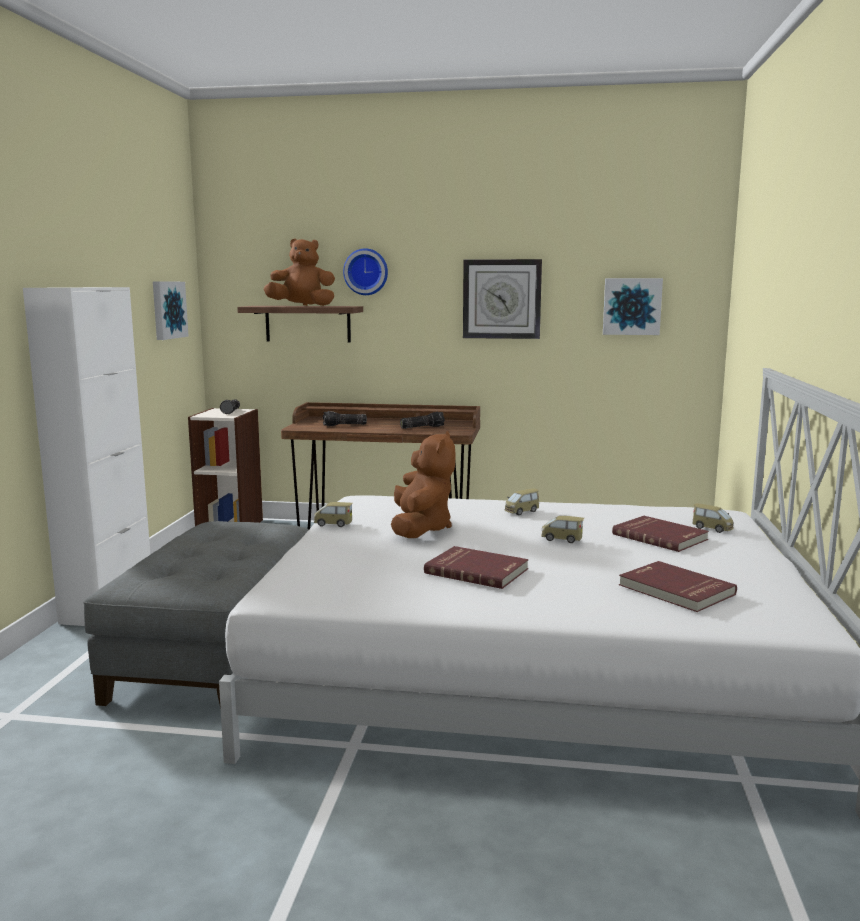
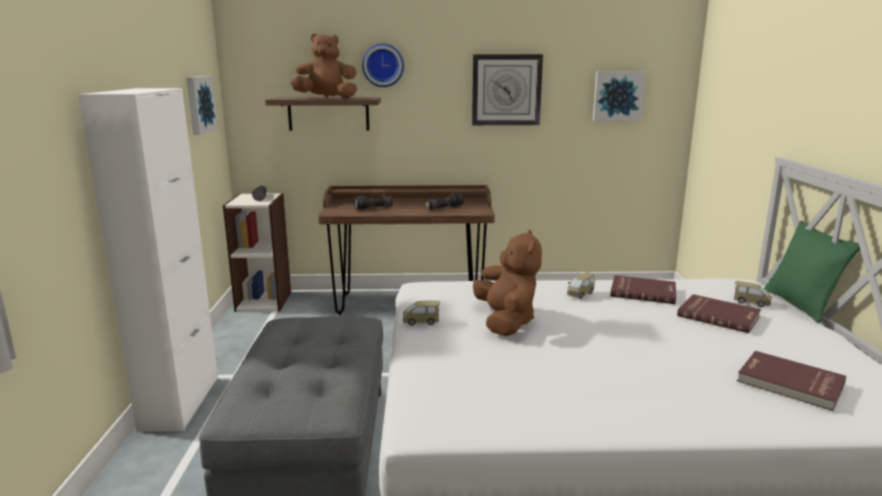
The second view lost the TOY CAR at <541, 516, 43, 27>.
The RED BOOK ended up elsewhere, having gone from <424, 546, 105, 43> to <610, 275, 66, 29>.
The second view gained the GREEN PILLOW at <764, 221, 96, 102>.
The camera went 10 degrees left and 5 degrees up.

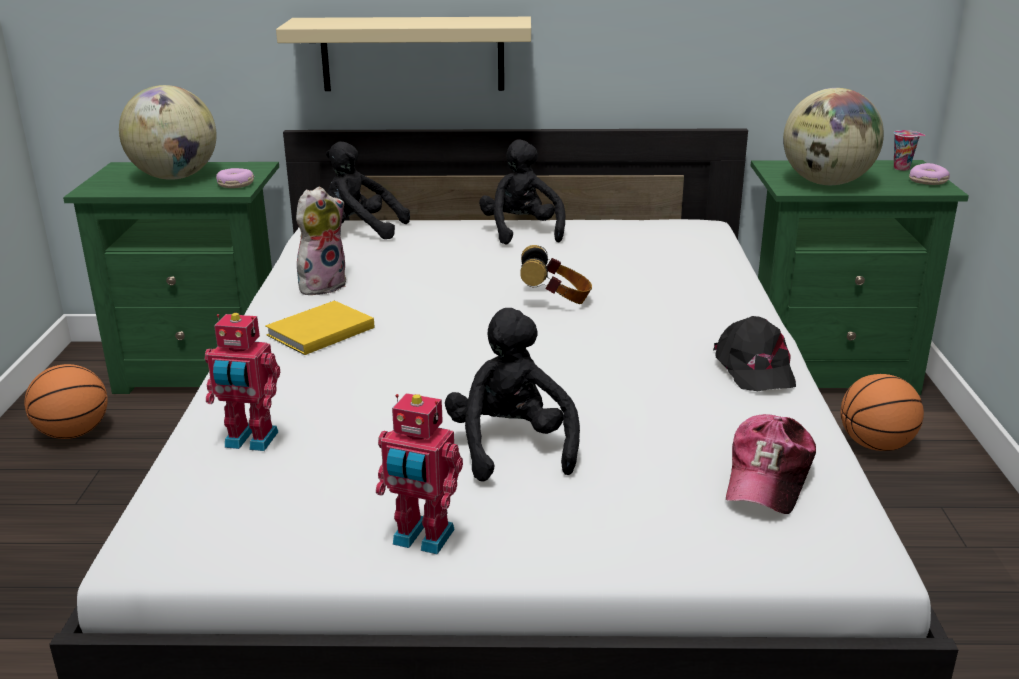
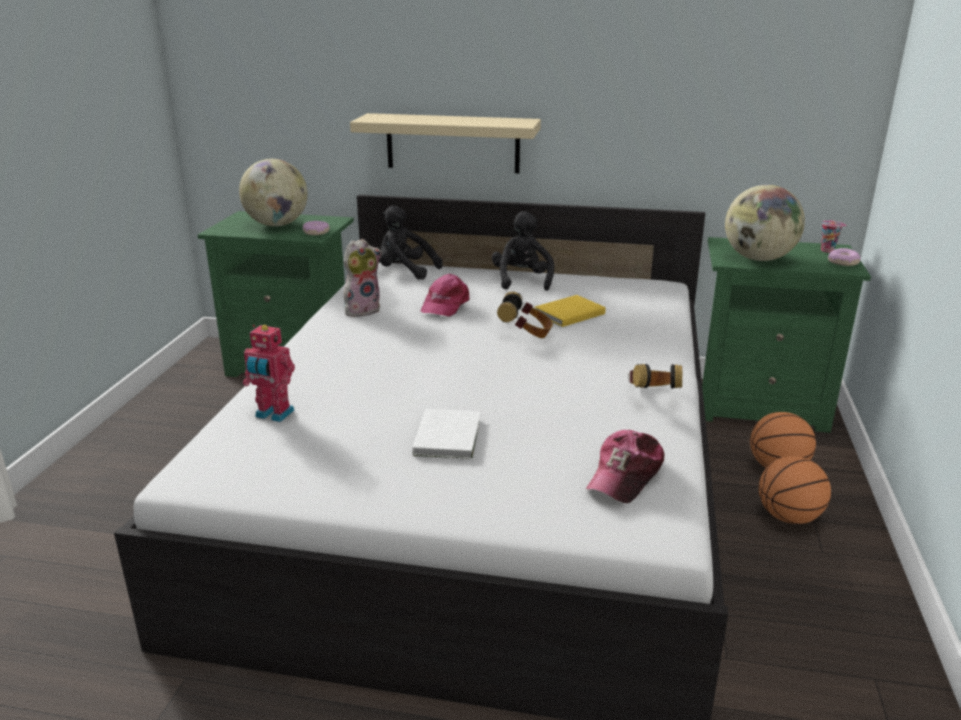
The YELLOW BOOK ended up elsewhere, having gone from <265, 301, 109, 54> to <535, 295, 71, 32>.
Where the BLACK PLUSH TOY stood at <445, 308, 135, 174>, the WHITE BOOK came to stand at <412, 409, 69, 50>.
Where the BLACK CAP stood at <713, 316, 83, 75>, the HEADPHONES came to stand at <628, 364, 54, 25>.
The BASKETBALL ended up elsewhere, having gone from <24, 364, 84, 75> to <759, 456, 72, 68>.
The second view lost the TOY ROBOT at <376, 393, 87, 162>.
The second view gained the PINK CAP at <421, 274, 49, 43>.
The camera went 10 degrees right and 0 degrees up.

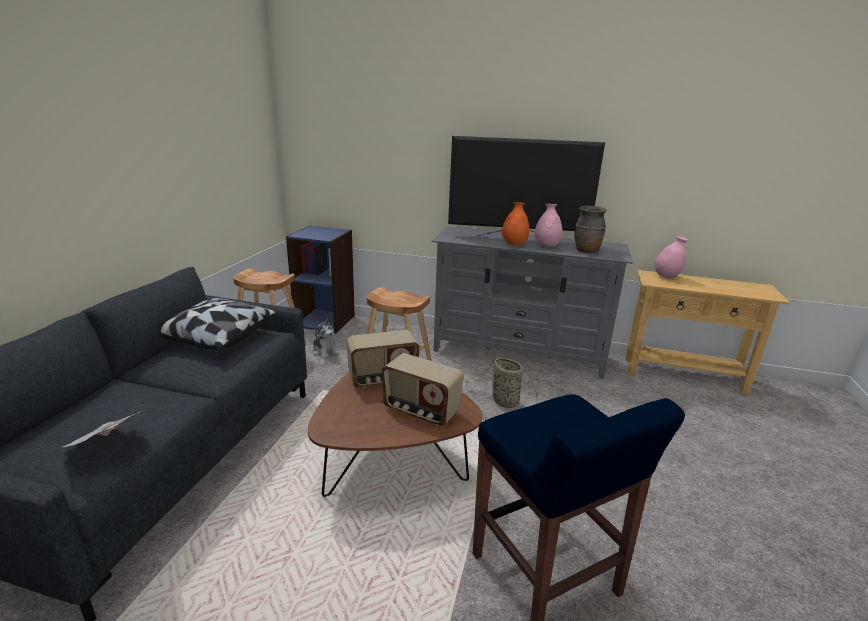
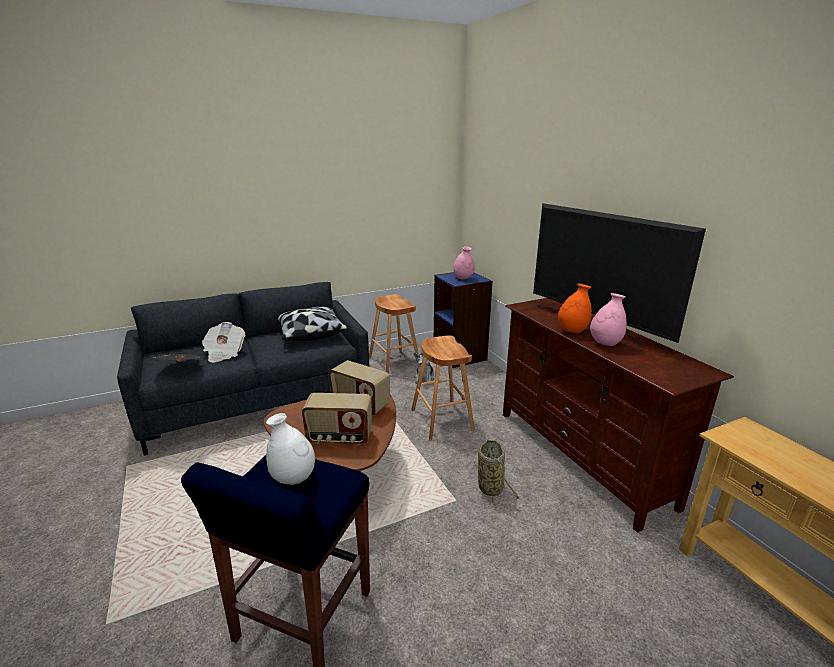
The second view lost the BROWN VASE at <574, 206, 33, 47>.
What was the GREY TV STAND at <432, 226, 201, 153> turned into the BROWN TV STAND at <503, 298, 231, 235>.
The PINK VASE ended up elsewhere, having gone from <655, 236, 33, 43> to <453, 246, 22, 34>.
The RADIO at <382, 353, 82, 73> ended up facing another way, 75 degrees counterclockwise from before.
The second view gained the NEWSPAPER at <202, 322, 43, 41>.
The second view gained the WHITE VASE at <266, 413, 49, 72>.
The camera went 50 degrees right and 0 degrees up.

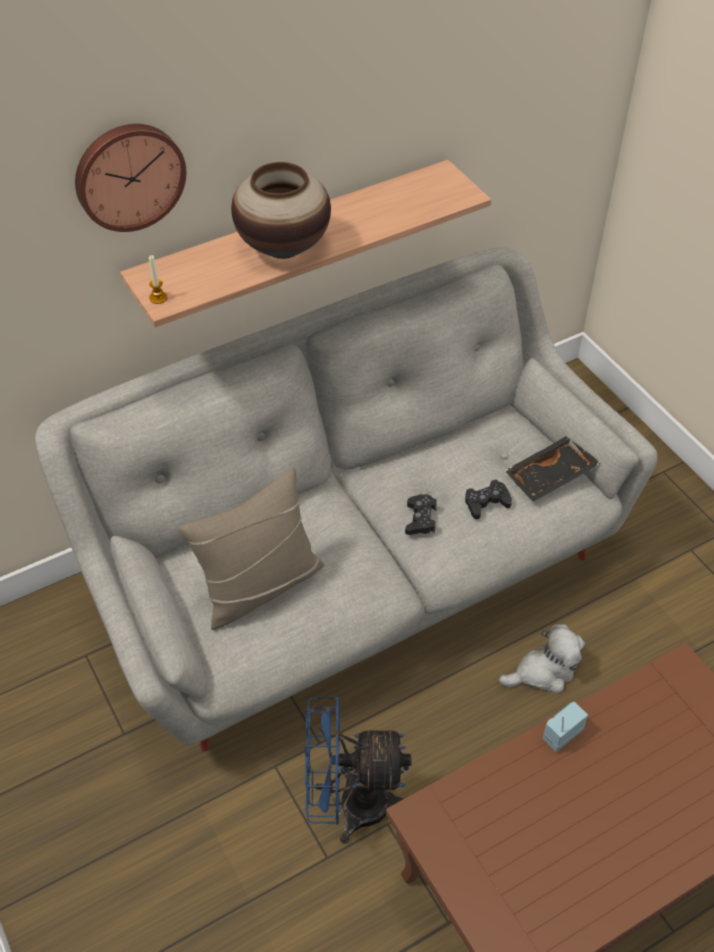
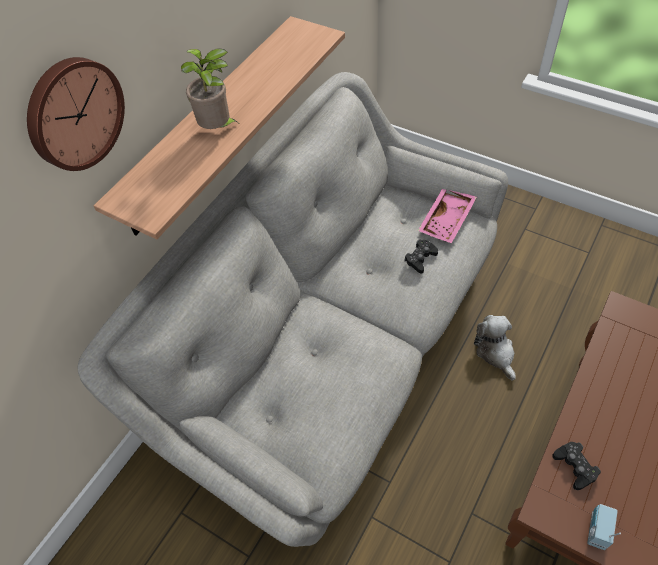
Where the VASE stood at <231, 162, 100, 97>, the POTTED PLANT came to stand at <181, 49, 57, 80>.
The second view lost the CANDLE at <149, 255, 18, 49>.
What was the BLACK TRAY at <505, 436, 96, 66> turned into the PINK TRAY at <418, 189, 59, 54>.
The second view lost the BEIGE PILLOW at <178, 467, 146, 163>.
The BLACK GAME CONTROLLER ended up elsewhere, having gone from <405, 495, 32, 40> to <552, 442, 49, 48>.
The PLUSH TOY at <498, 624, 87, 69> ended up facing another way, 60 degrees counterclockwise from before.
The second view lost the BLUE FAN at <305, 697, 106, 147>.
The RADIO ended up elsewhere, having gone from <543, 702, 45, 50> to <587, 504, 34, 46>.
The camera went 25 degrees left and 5 degrees up.

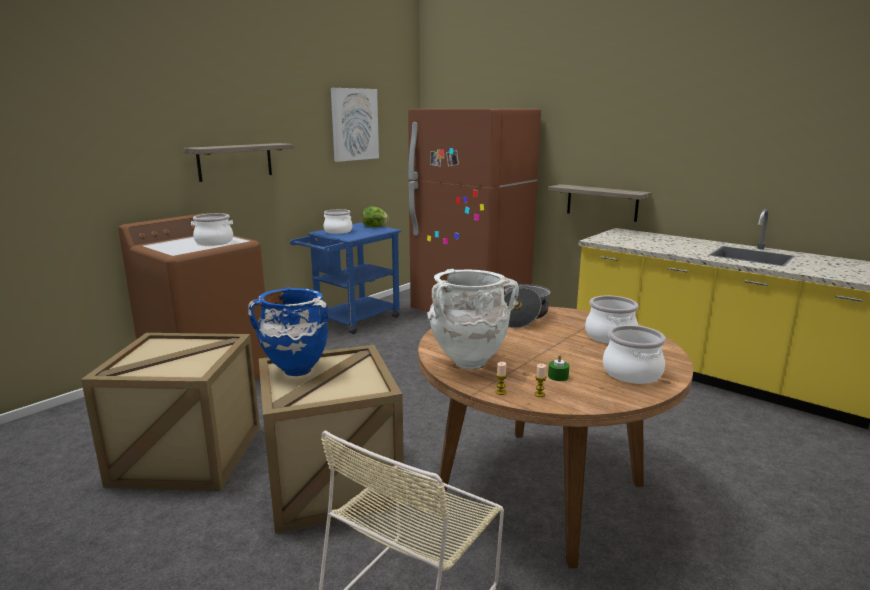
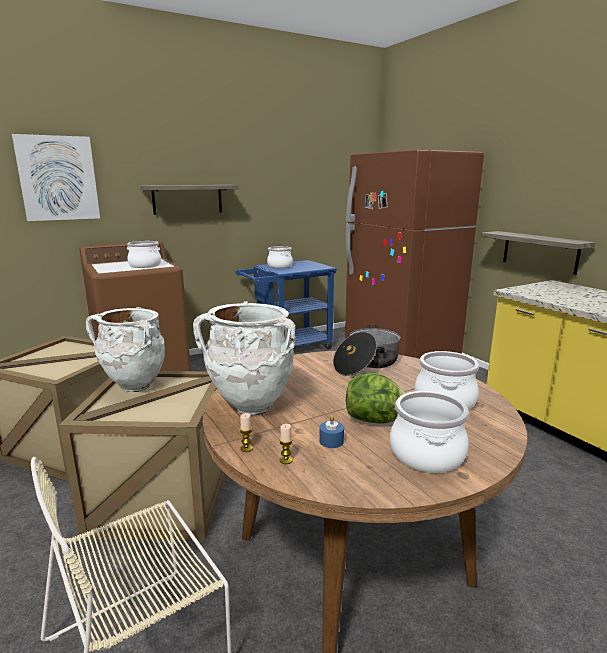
The PICTURE ended up elsewhere, having gone from <331, 88, 48, 74> to <12, 134, 88, 87>.
The LETTUCE ended up elsewhere, having gone from <362, 206, 27, 21> to <346, 373, 60, 50>.
What was the BLUE VASE at <248, 287, 80, 89> turned into the WHITE VASE at <86, 307, 79, 85>.
What was the GREEN CANDLE at <548, 354, 22, 27> turned into the BLUE CANDLE at <319, 415, 25, 33>.
The camera went 20 degrees right and 0 degrees up.

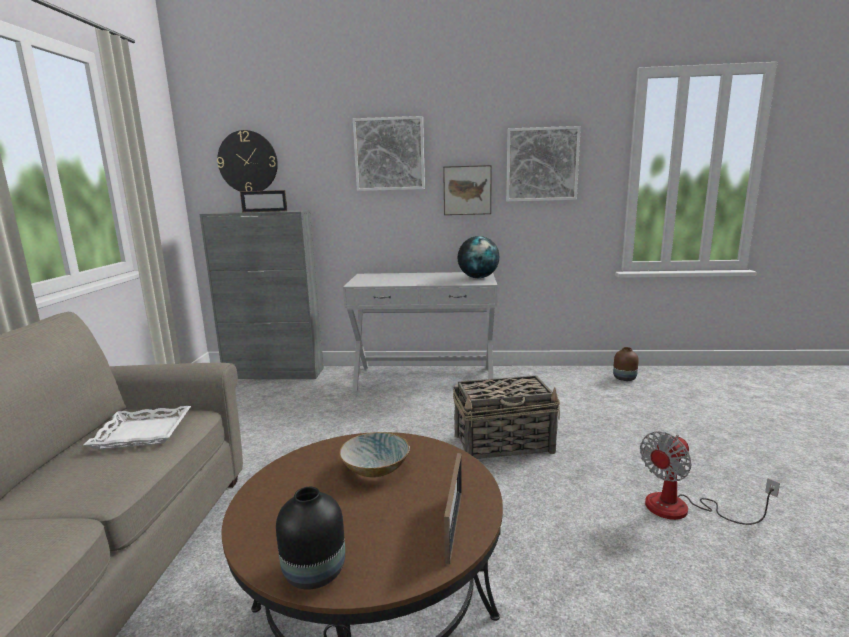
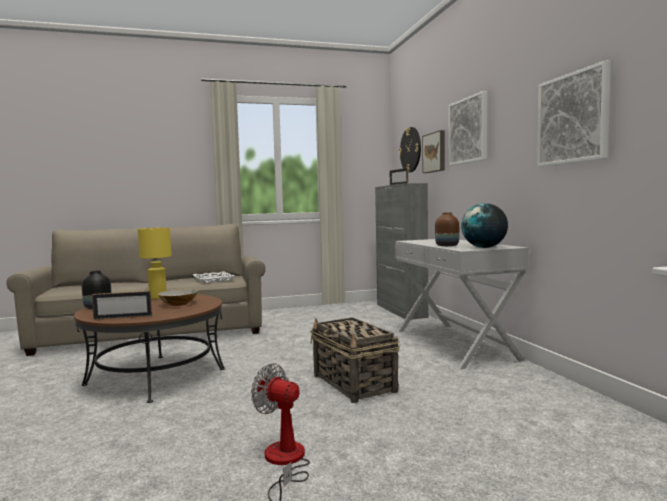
The PICTURE ended up elsewhere, having gone from <443, 165, 49, 50> to <422, 130, 23, 43>.
The BROWN VASE ended up elsewhere, having gone from <613, 347, 26, 34> to <435, 212, 24, 34>.
The second view gained the YELLOW TABLE LAMP at <138, 228, 34, 71>.
The camera went 70 degrees right and 10 degrees down.

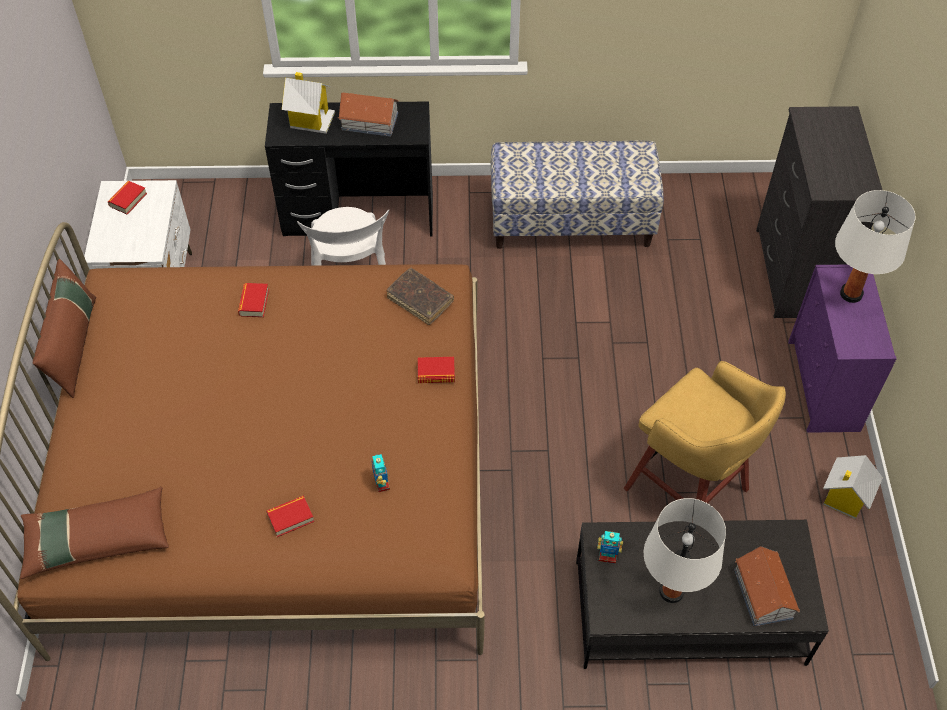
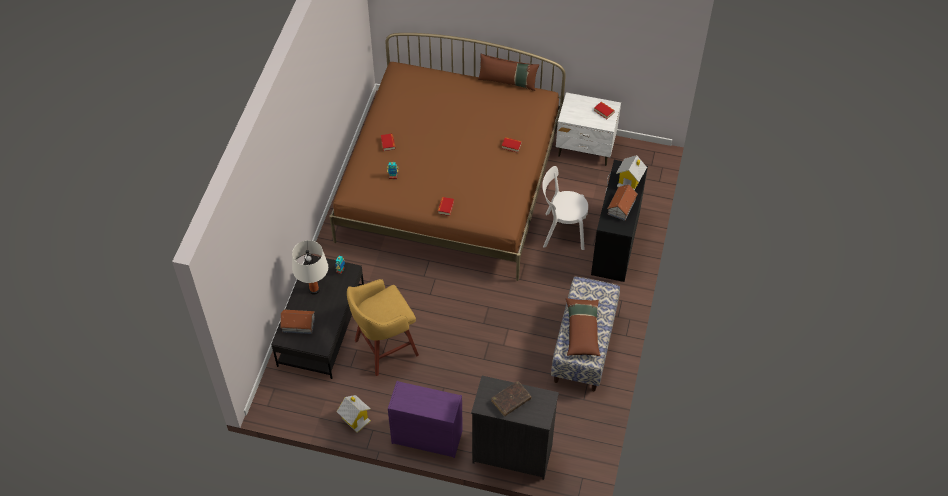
The second view lost the WHITE TABLE LAMP at <835, 190, 80, 113>.
The BROWN BOOK ended up elsewhere, having gone from <386, 268, 68, 57> to <491, 381, 40, 35>.
The BROWN PILLOW ended up elsewhere, having gone from <20, 487, 149, 92> to <566, 298, 35, 58>.
The camera went 105 degrees right and 0 degrees up.

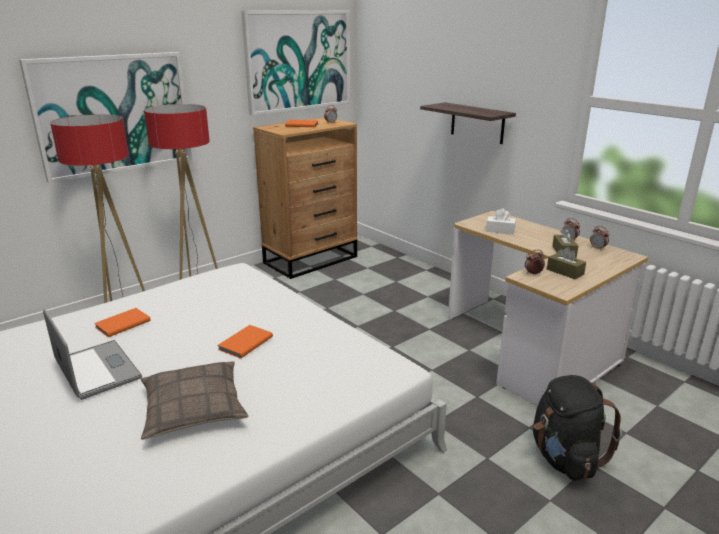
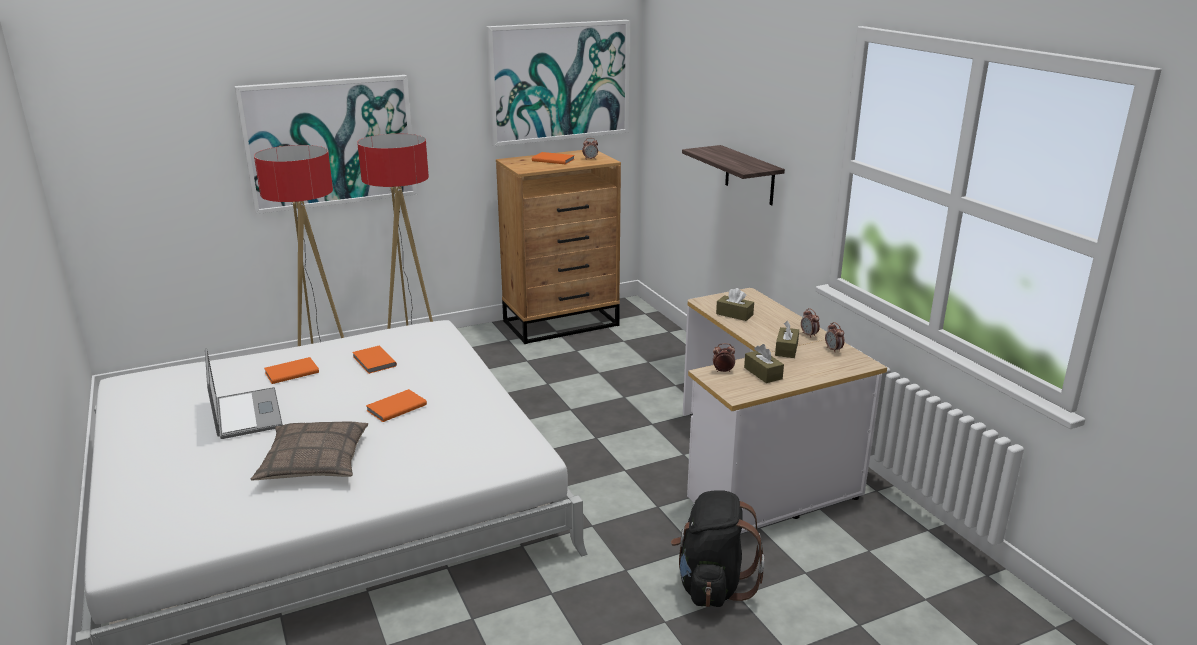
What was the WHITE TISSUE BOX at <486, 208, 30, 27> turned into the BROWN TISSUE BOX at <716, 288, 38, 33>.
The second view gained the ORANGE BOOK at <352, 346, 45, 28>.
The camera went 15 degrees right and 0 degrees up.

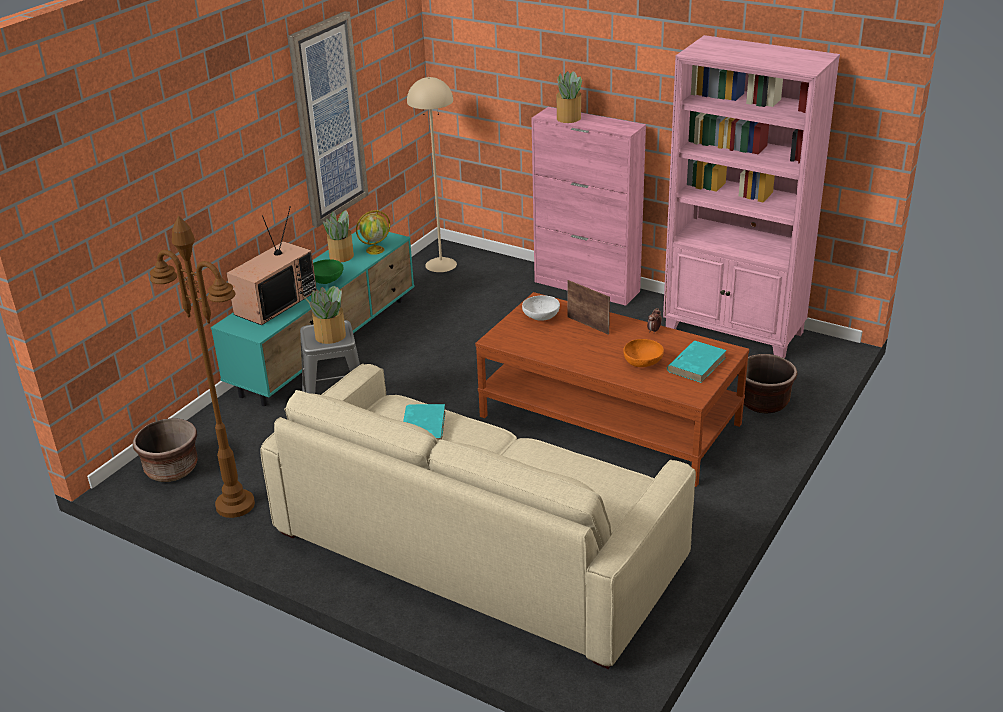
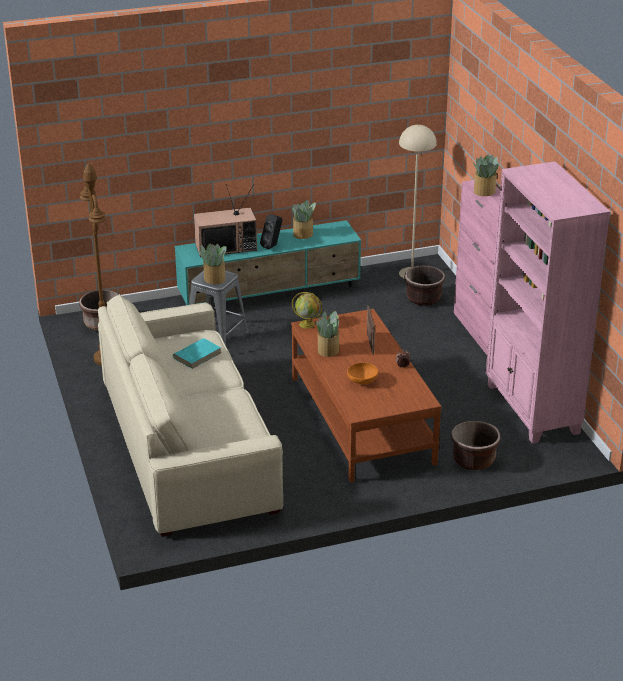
The second view lost the PICTURE at <288, 11, 81, 216>.
The GLOBE ended up elsewhere, having gone from <356, 210, 34, 45> to <292, 292, 31, 37>.
Where the GREEN BOWL stood at <313, 259, 31, 25>, the BLACK SPEAKER came to stand at <260, 214, 22, 36>.
The second view lost the WHITE BOWL at <522, 295, 38, 26>.
The second view lost the TURQUOISE BOOK at <667, 341, 60, 42>.
The second view gained the BROWN PLANTER at <404, 265, 41, 41>.
The second view gained the POTTED PLANT at <316, 311, 23, 46>.
The camera went 40 degrees right and 0 degrees up.

